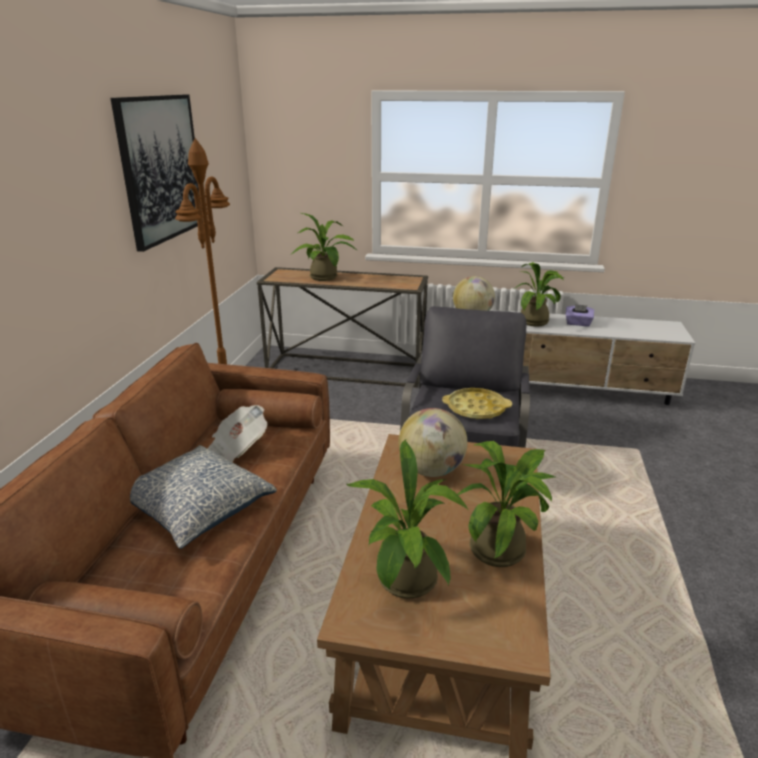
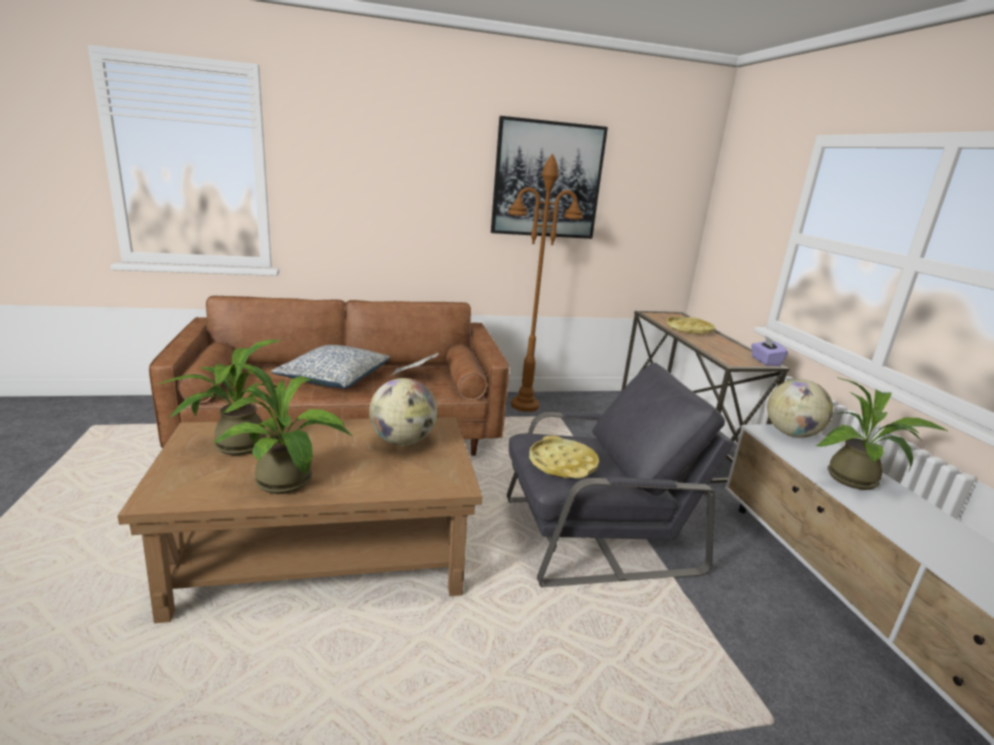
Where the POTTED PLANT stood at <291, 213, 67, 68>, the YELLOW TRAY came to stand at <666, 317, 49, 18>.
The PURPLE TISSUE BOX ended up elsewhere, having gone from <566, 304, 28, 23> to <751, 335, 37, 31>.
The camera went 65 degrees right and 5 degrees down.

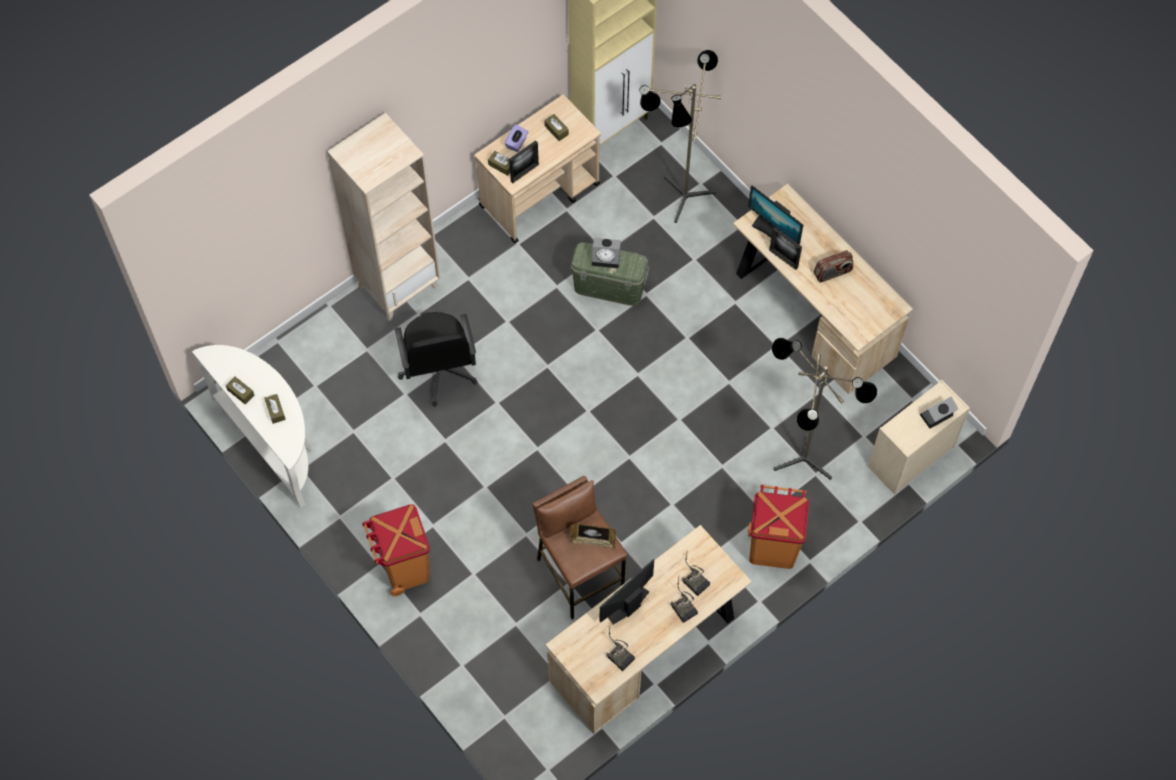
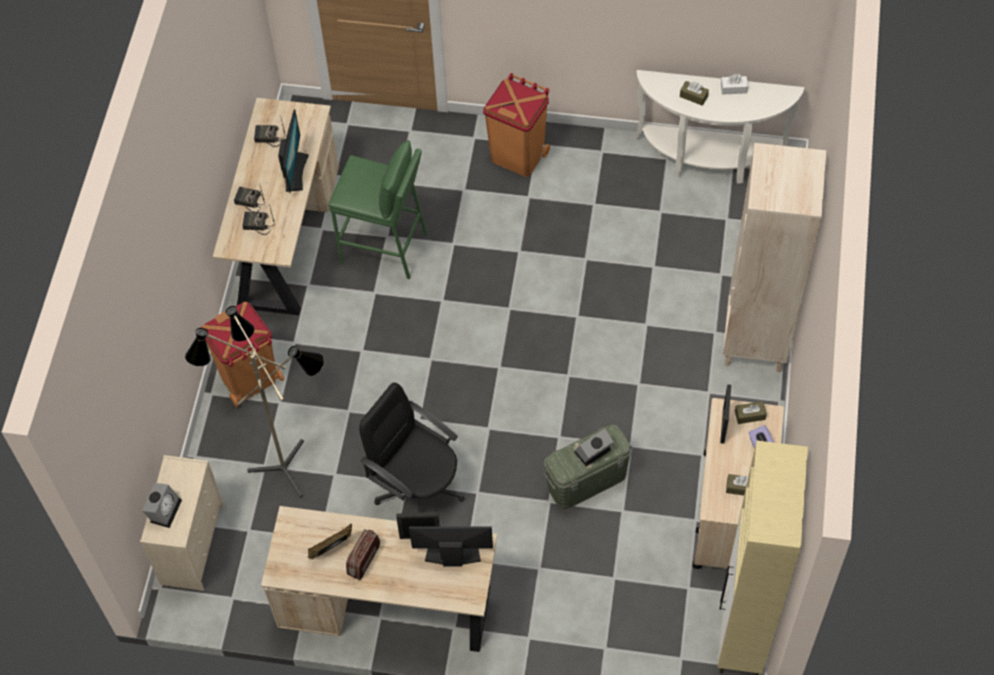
The second view lost the FLOOR LAMP at <639, 50, 83, 173>.
The BLACK OFFICE CHAIR ended up elsewhere, having gone from <395, 312, 83, 95> to <359, 382, 106, 131>.
What was the BROWN TISSUE BOX at <226, 376, 28, 28> turned into the WHITE TISSUE BOX at <721, 74, 27, 21>.
What was the BROWN STOOL at <533, 476, 94, 143> turned into the GREEN STOOL at <328, 140, 100, 139>.
The PICTURE FRAME ended up elsewhere, having gone from <570, 523, 46, 26> to <308, 523, 44, 37>.
The camera went 140 degrees right and 5 degrees down.

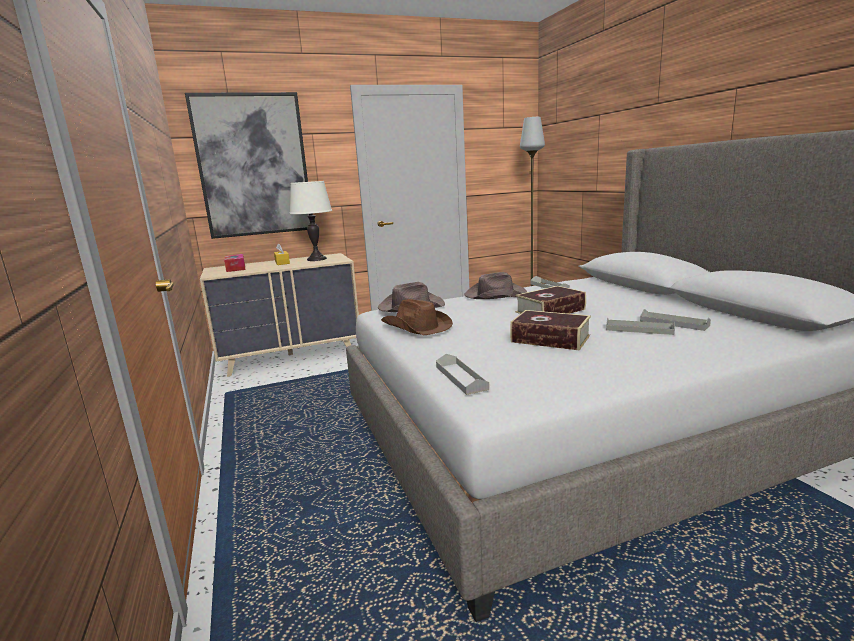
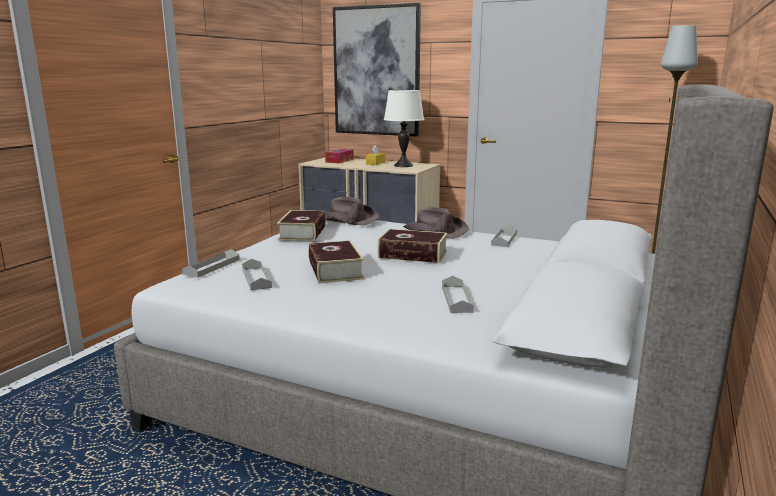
Where the BROWN HAT stood at <381, 299, 72, 36>, the BOOK came to stand at <277, 210, 49, 31>.
The GREY TRAY ended up elsewhere, having gone from <606, 317, 69, 18> to <242, 259, 30, 31>.
The camera went 45 degrees right and 0 degrees up.

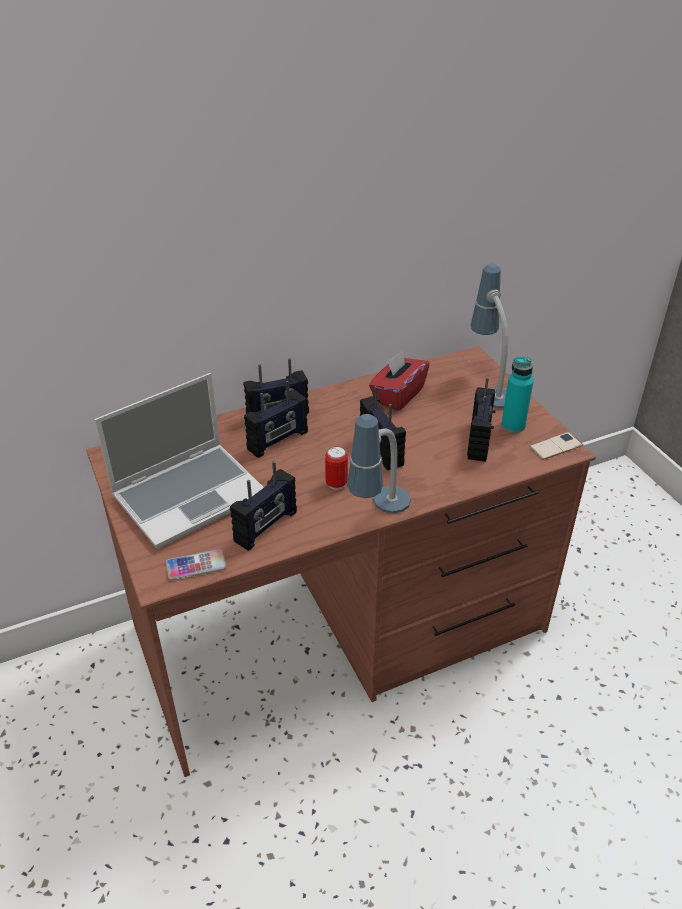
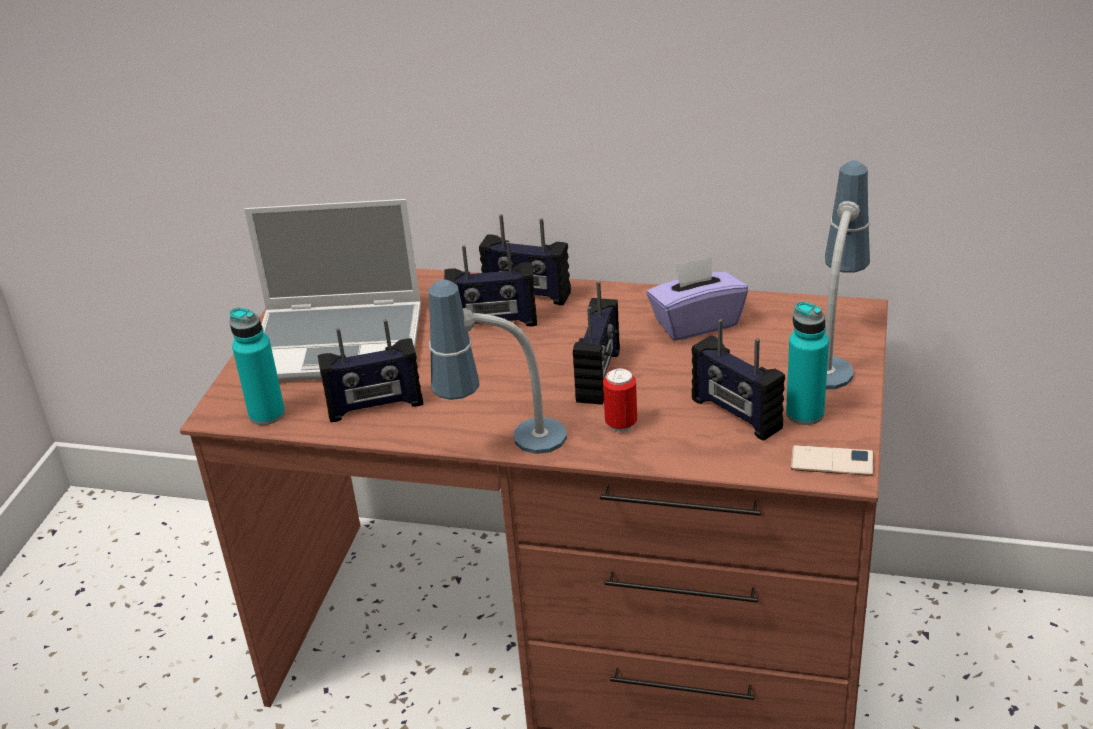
What was the RED TISSUE BOX at <369, 350, 61, 61> turned into the PURPLE TISSUE BOX at <647, 256, 101, 85>.
The RADIO at <467, 378, 28, 84> ended up facing another way, 90 degrees clockwise from before.
The CAN ended up elsewhere, having gone from <325, 446, 23, 44> to <603, 368, 34, 64>.
Where the PHONE stood at <166, 549, 60, 31>, the TURQUOISE BOTTLE came to stand at <229, 307, 56, 118>.
The camera went 40 degrees right and 5 degrees down.

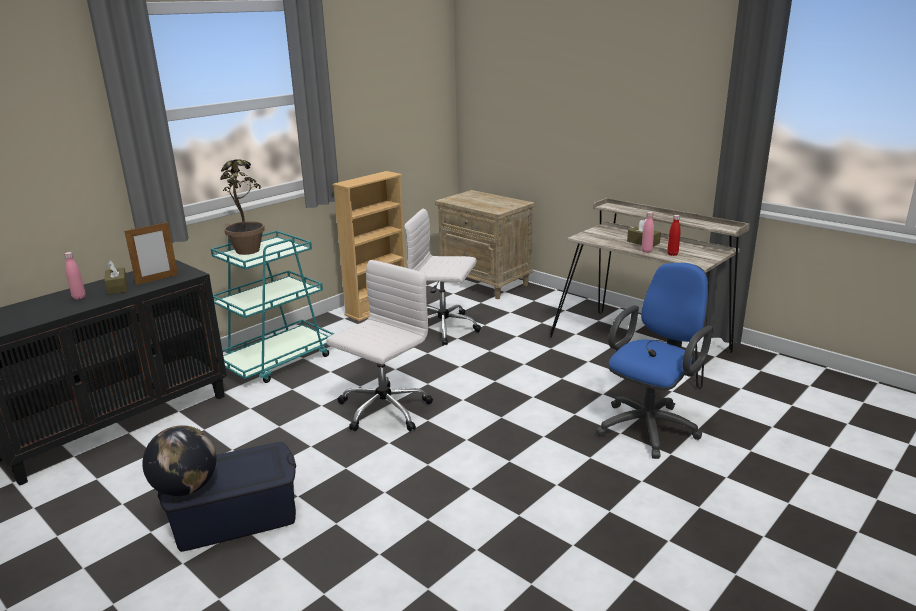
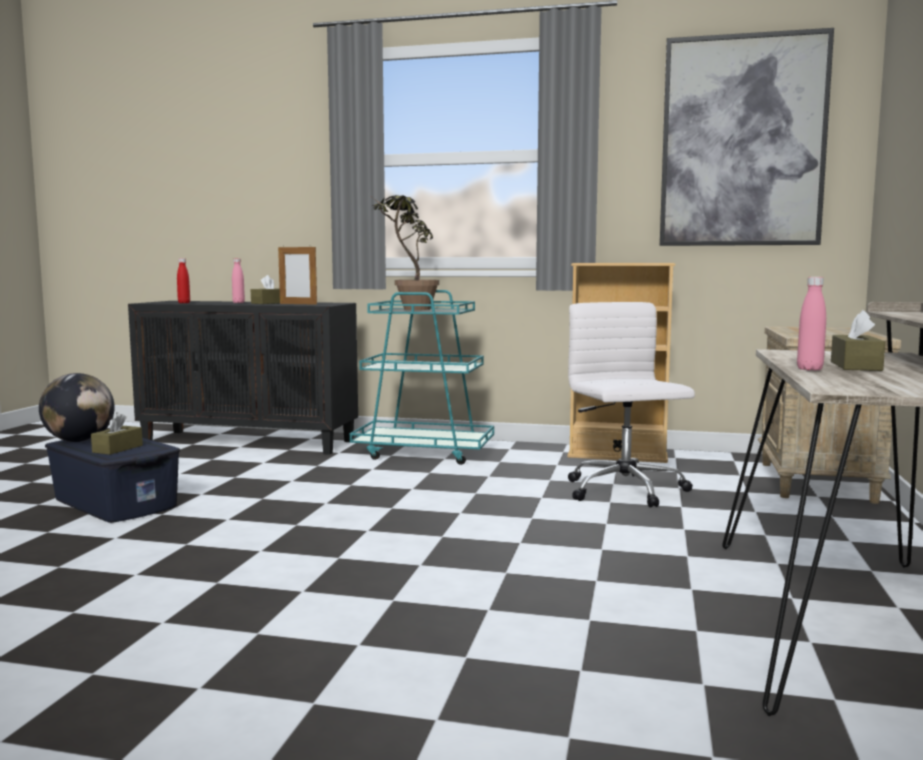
The RED BOTTLE ended up elsewhere, having gone from <667, 215, 14, 41> to <177, 258, 13, 45>.
The second view lost the WHITE OFFICE CHAIR at <326, 260, 107, 171>.
The second view lost the BLUE OFFICE CHAIR at <596, 263, 117, 196>.
The second view gained the PICTURE at <660, 28, 174, 218>.
The second view gained the BROWN TISSUE BOX at <91, 412, 52, 43>.
The camera went 60 degrees right and 15 degrees down.

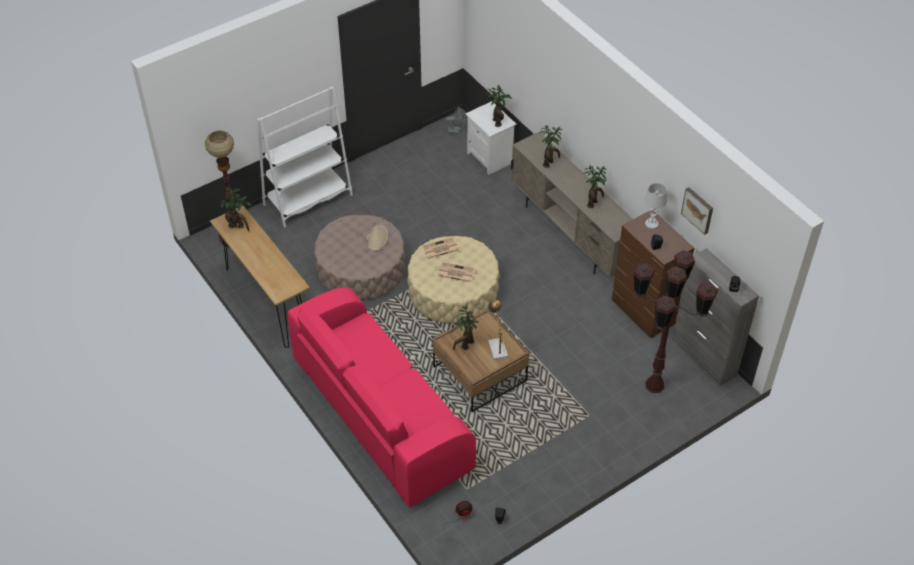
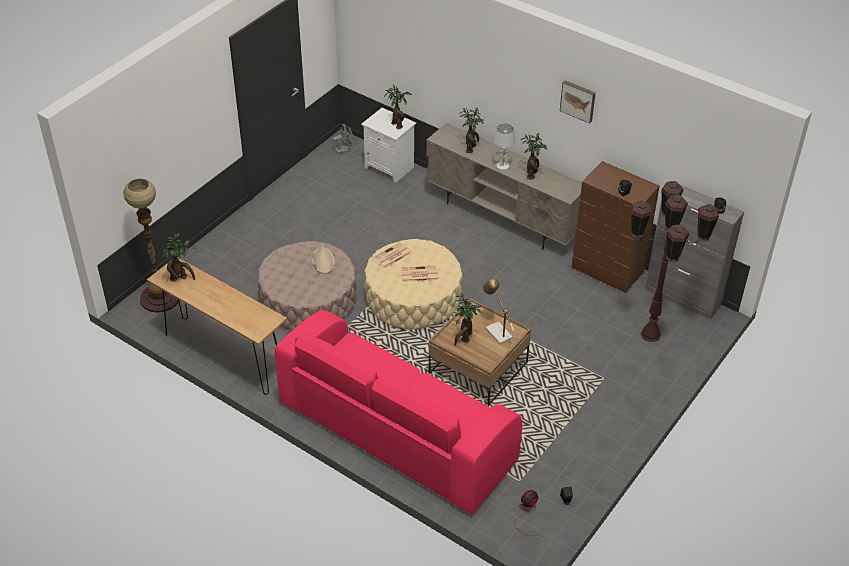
The second view lost the WHITE BOOKCASE at <257, 86, 96, 142>.
The WHITE TABLE LAMP ended up elsewhere, having gone from <644, 183, 23, 46> to <494, 123, 21, 48>.
The PICTURE ended up elsewhere, having gone from <681, 187, 32, 48> to <560, 80, 36, 44>.
The camera went 20 degrees left and 5 degrees down.

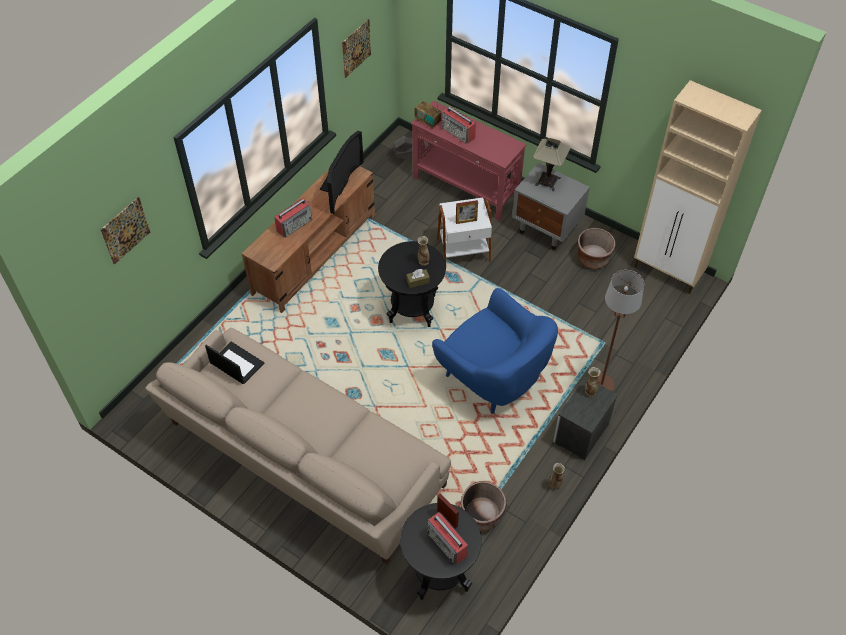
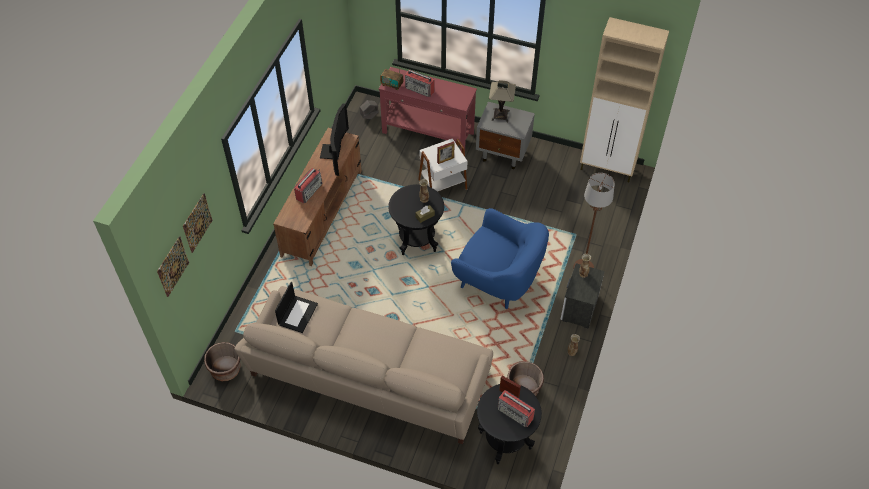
The PICTURE ended up elsewhere, having gone from <342, 19, 29, 59> to <157, 236, 32, 61>.
The BROWN PLANTER ended up elsewhere, having gone from <577, 228, 39, 41> to <204, 342, 36, 39>.
The LAPTOP at <205, 342, 59, 42> ended up facing another way, 90 degrees clockwise from before.
The camera went 15 degrees left and 0 degrees up.

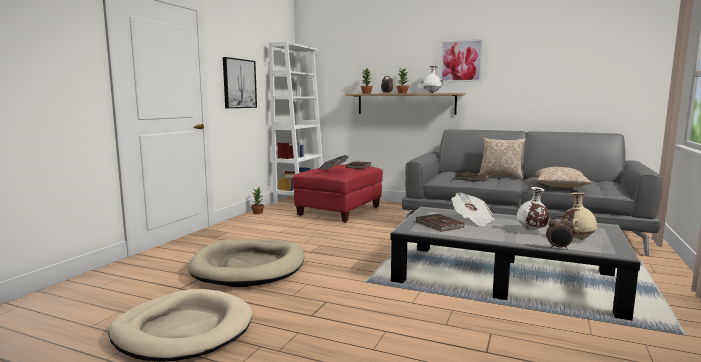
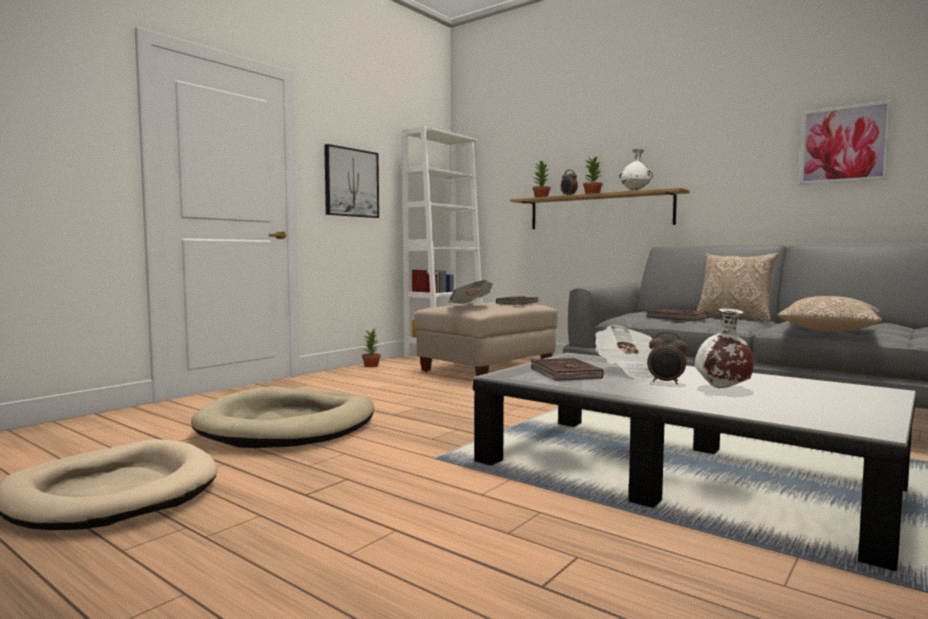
The PICTURE ended up elsewhere, having gone from <440, 39, 43, 43> to <799, 100, 93, 85>.
What was the RED OTTOMAN at <292, 164, 91, 59> turned into the BEIGE OTTOMAN at <414, 302, 143, 74>.
The second view lost the BEIGE VASE at <562, 193, 35, 47>.
The ALARM CLOCK ended up elsewhere, having gone from <546, 215, 28, 34> to <647, 332, 40, 52>.
The camera went 15 degrees right and 5 degrees down.

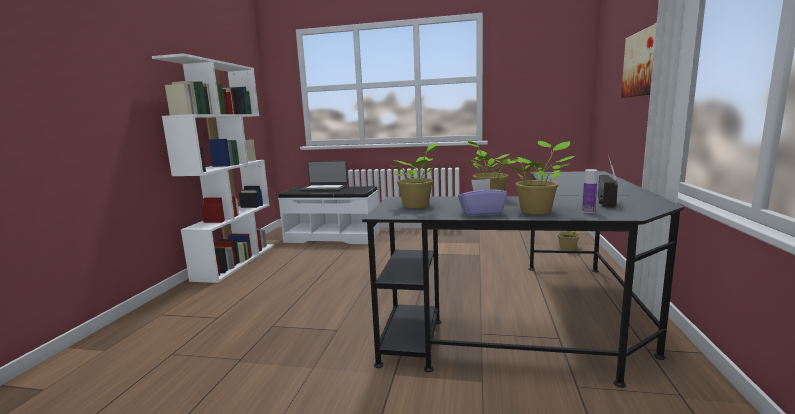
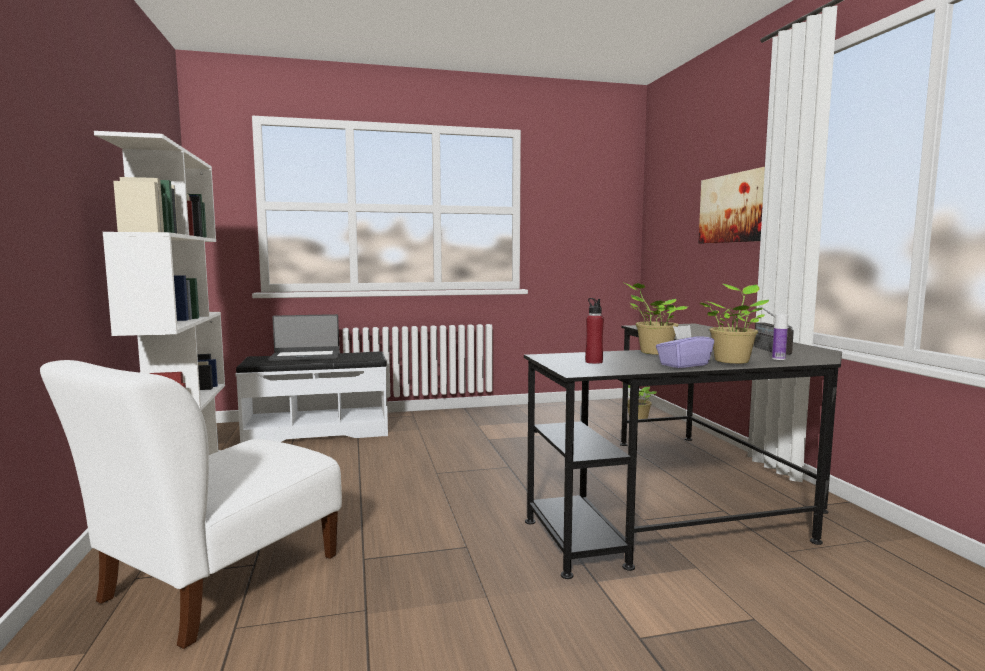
Where the POTTED PLANT stood at <393, 143, 45, 66>, the RED BOTTLE came to stand at <585, 298, 19, 66>.
The second view gained the WHITE CHAIR at <40, 360, 302, 289>.
The camera went 25 degrees left and 5 degrees down.

